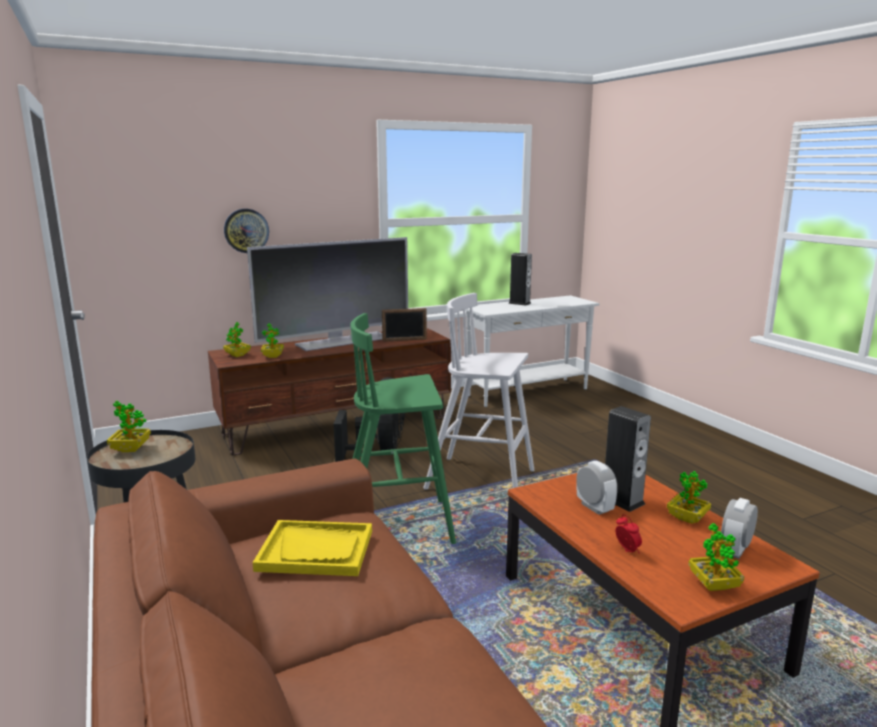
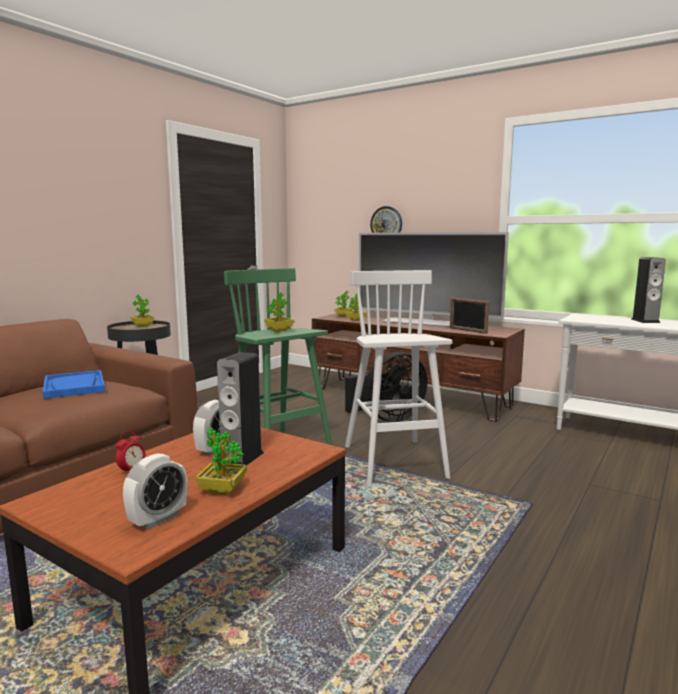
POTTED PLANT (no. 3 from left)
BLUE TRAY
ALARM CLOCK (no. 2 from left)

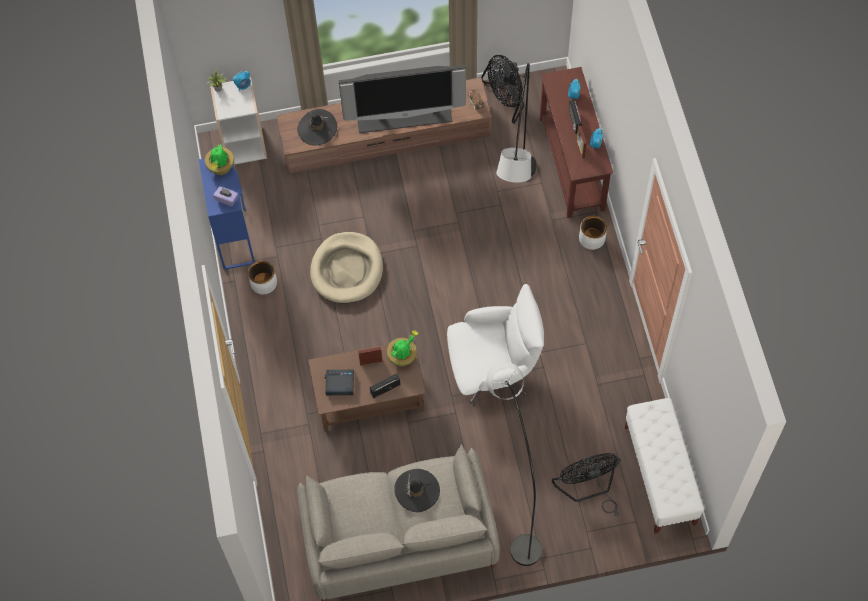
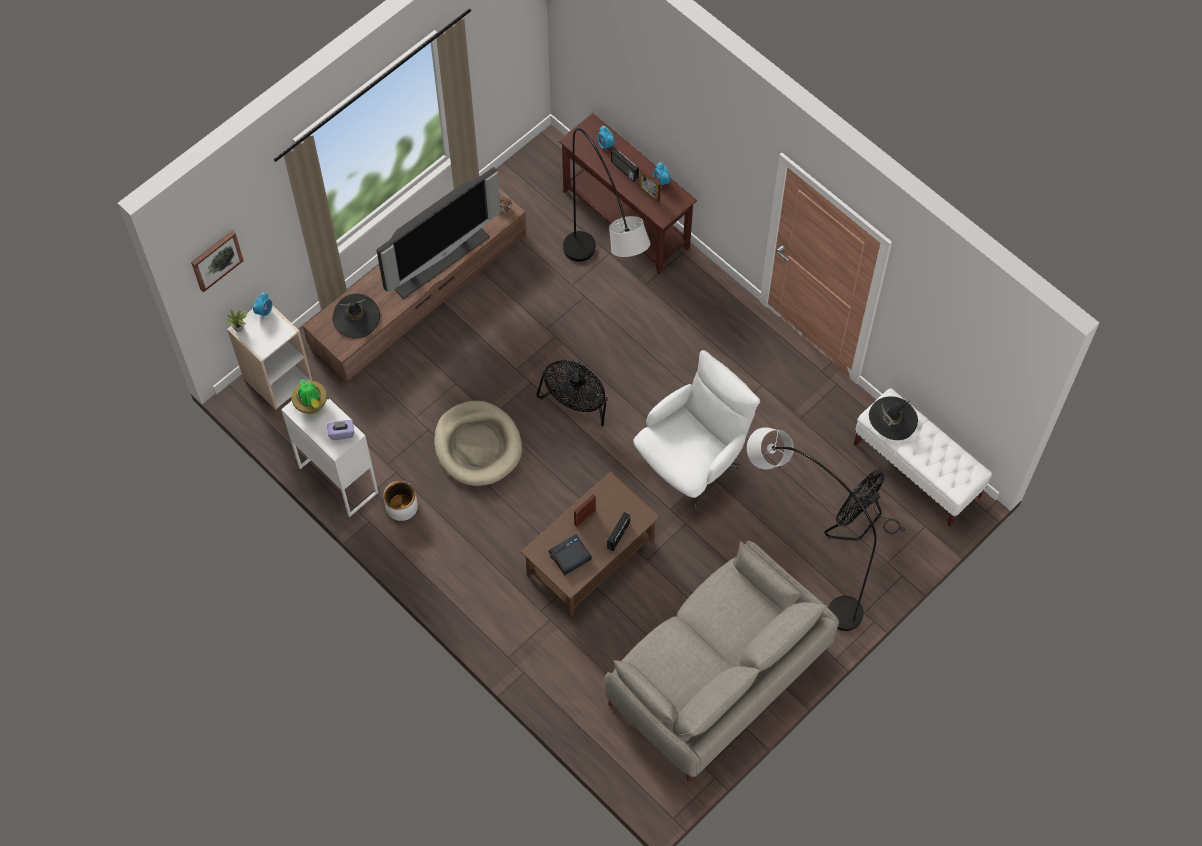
POTTED PLANT (no. 3 from left in the first image)
WHITE PLANTER (no. 2 from left in the first image)
PICTURE
BLACK HAT (no. 2 from left)
BLACK FAN (no. 1 from left)
WHITE CABINET

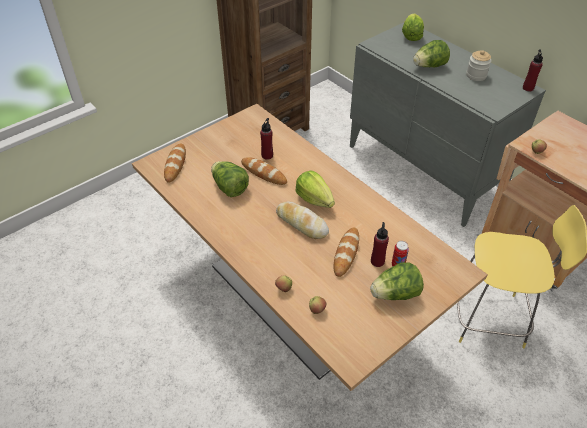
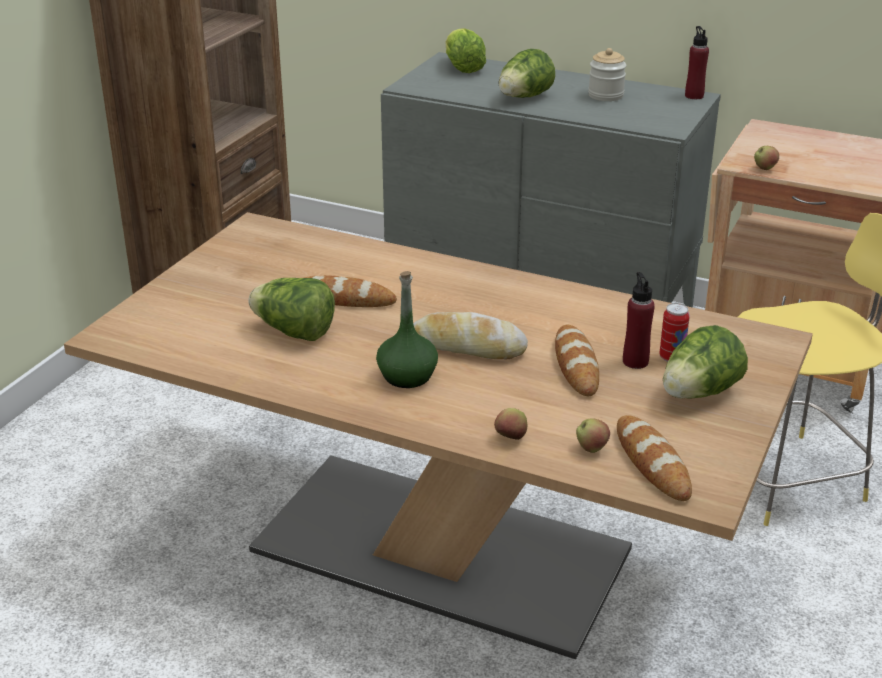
RED BOTTLE (no. 1 from left in the first image)
LETTUCE (no. 2 from left in the first image)
GREEN BOTTLE
BREAD (no. 4 from left)

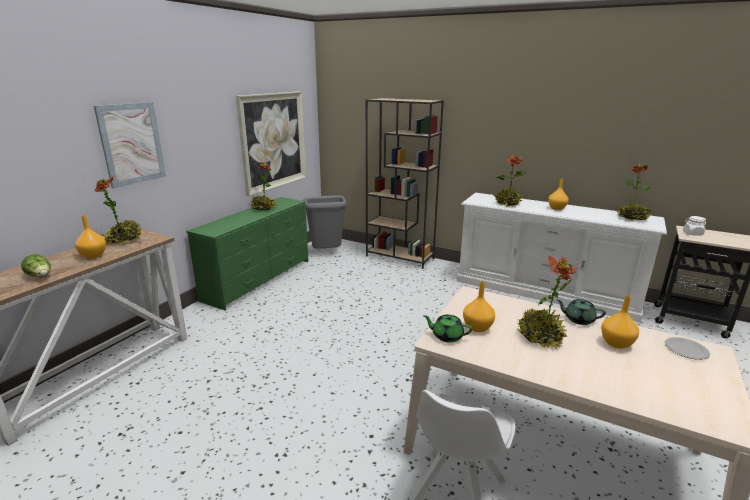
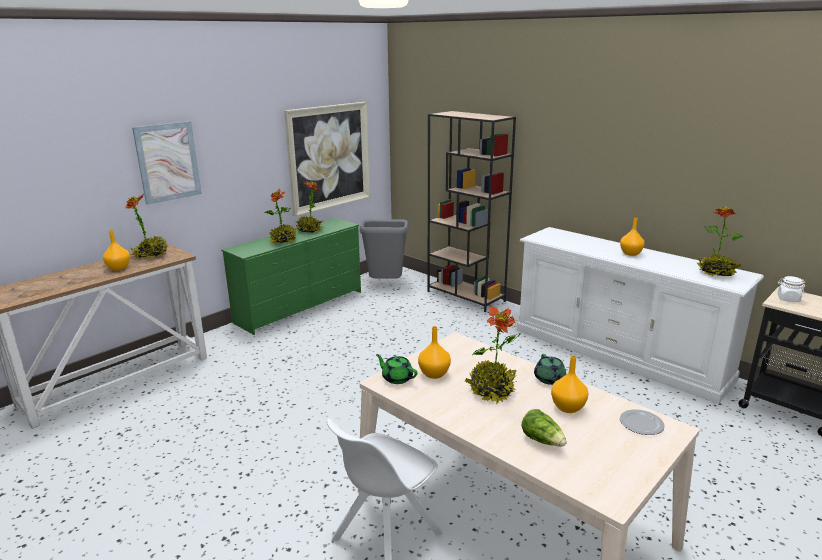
LETTUCE
POTTED PLANT (no. 2 from left)
GREEN TEAPOT (no. 2 from left)

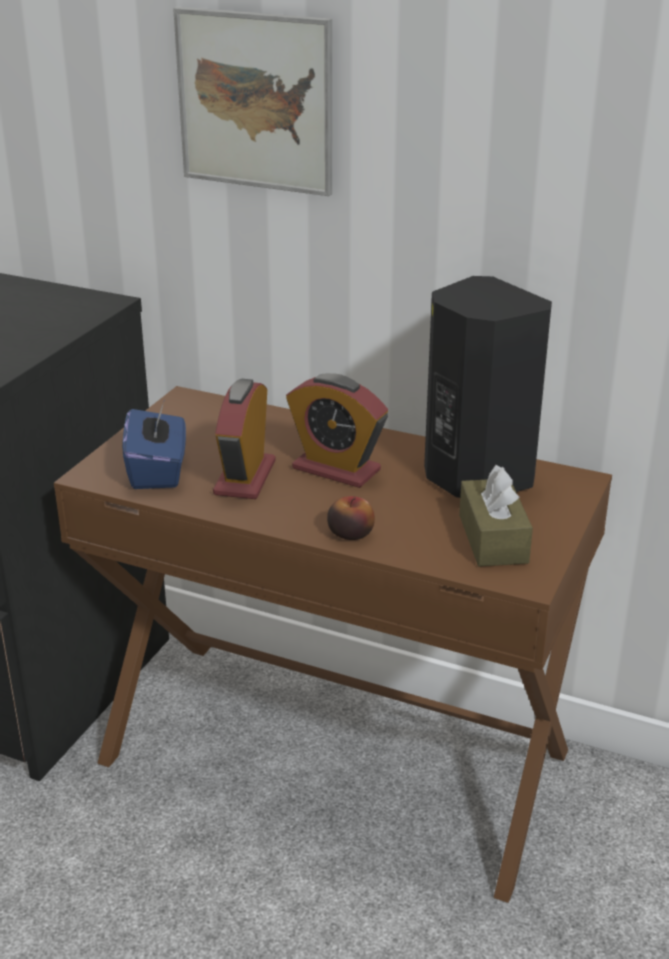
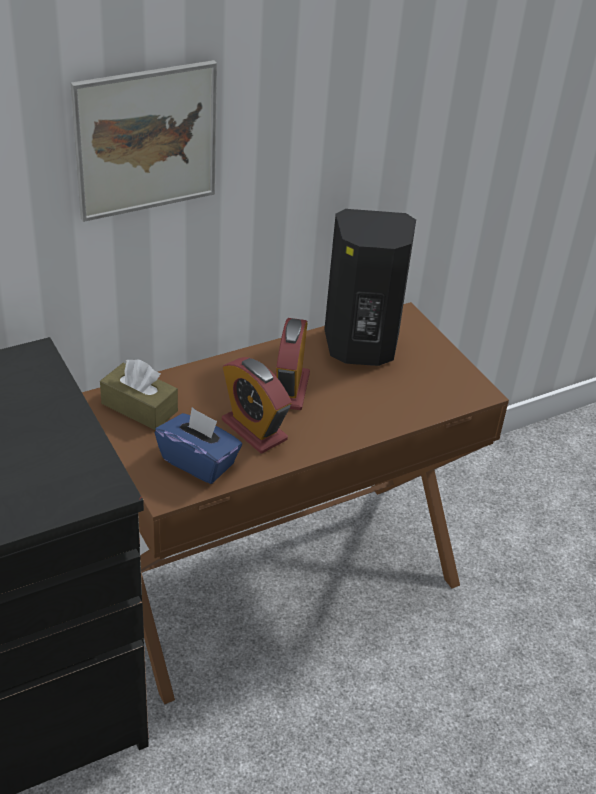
APPLE
BROWN TISSUE BOX
ALARM CLOCK (no. 2 from left)

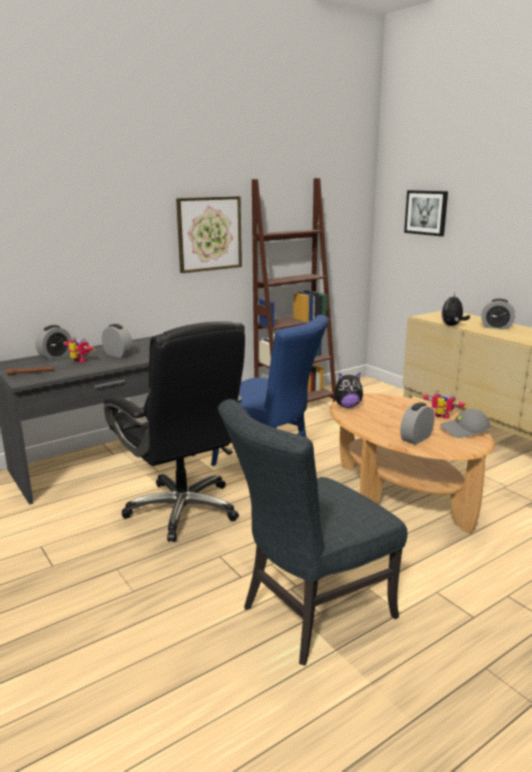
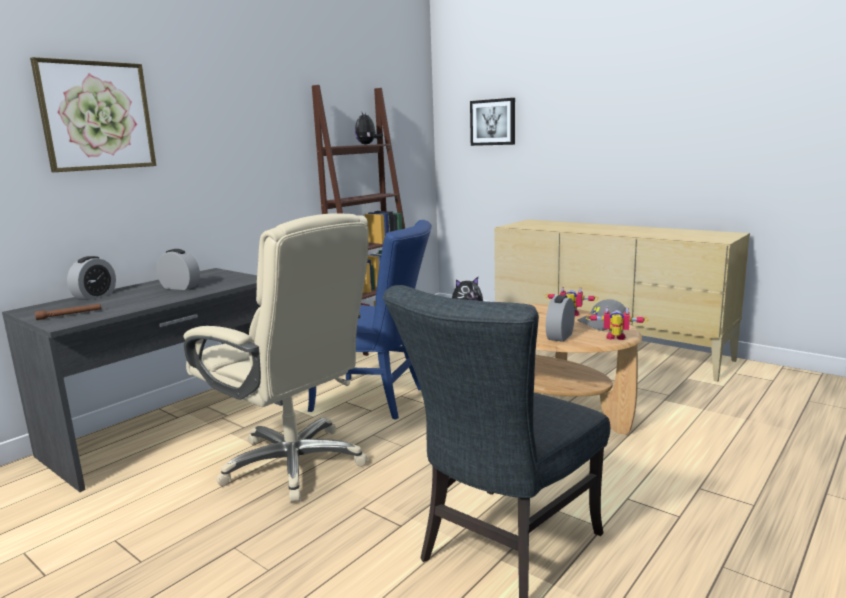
ALARM CLOCK (no. 4 from left in the first image)
TOY ROBOT (no. 2 from left)
PICTURE (no. 1 from left)
PLUSH TOY (no. 1 from left)
BEIGE OFFICE CHAIR

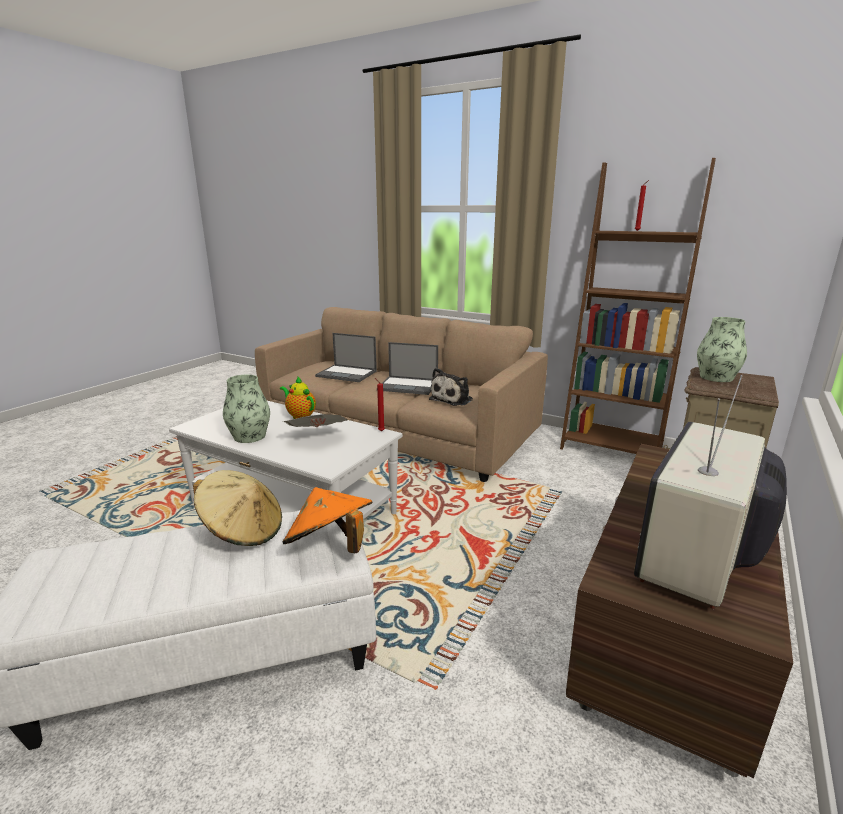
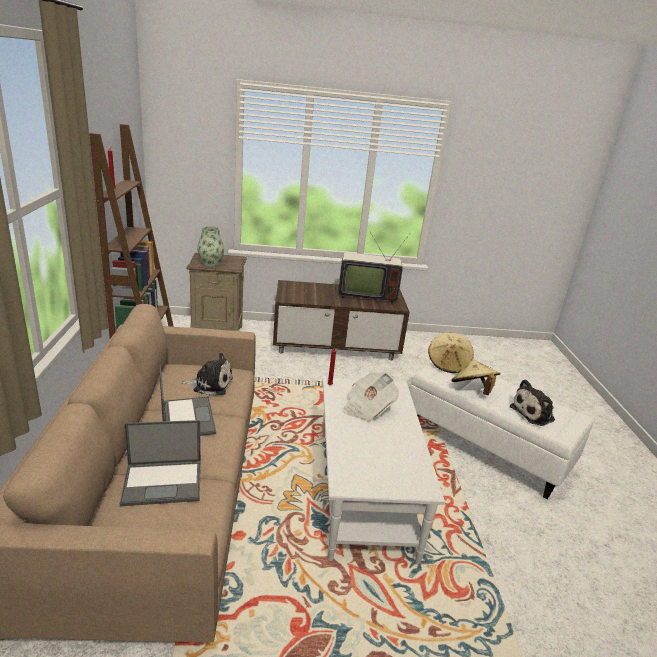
VASE (no. 1 from left in the first image)
TEAPOT
PLUSH TOY (no. 2 from left)
BEIGE HAT (no. 1 from left)
LAPTOP (no. 1 from left)

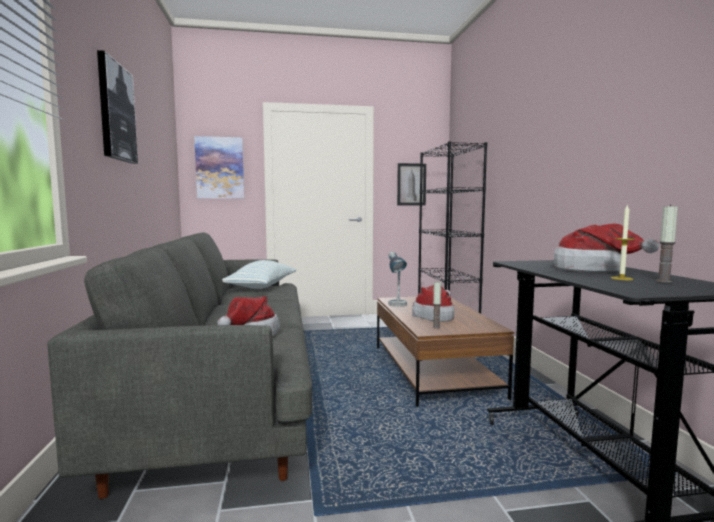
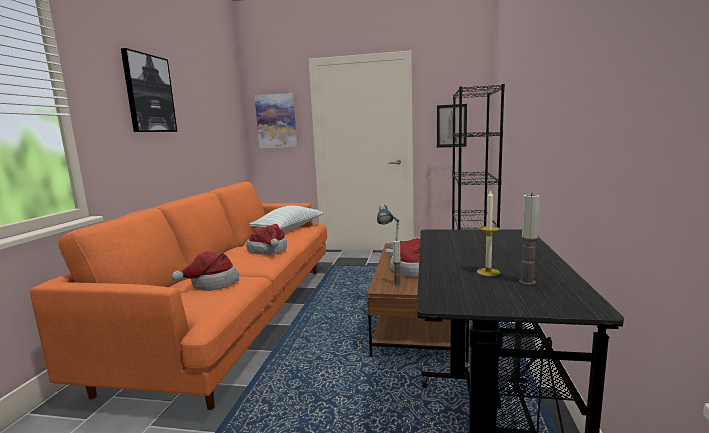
HAT (no. 2 from left)
ORANGE SOFA

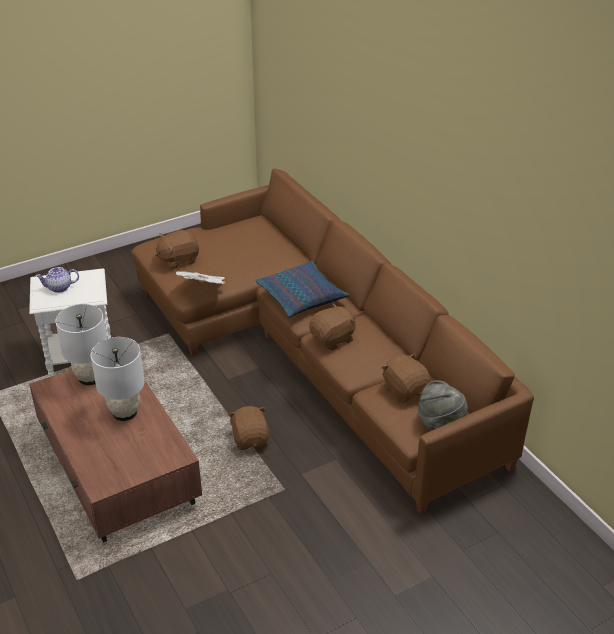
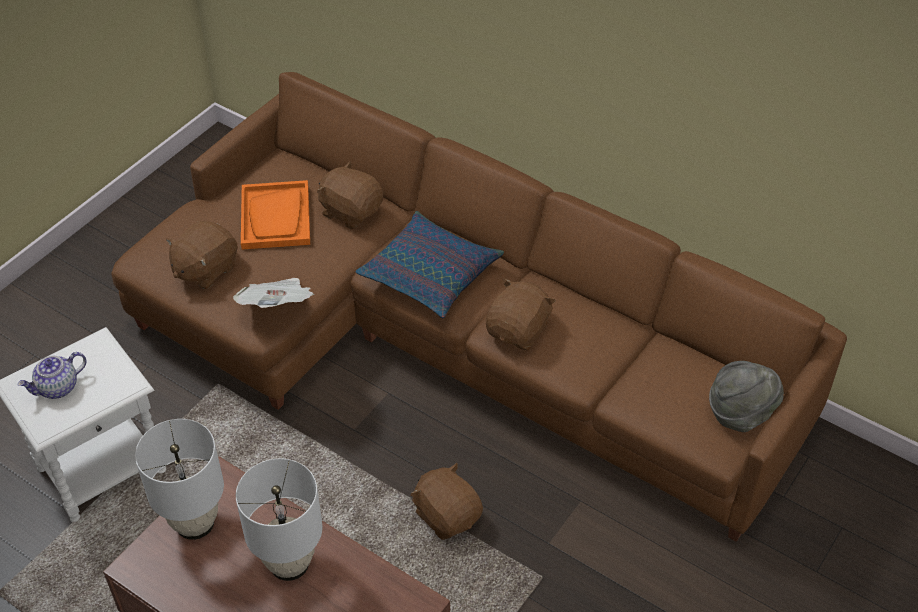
ORANGE TRAY
BROWN PLUSH TOY (no. 2 from left)

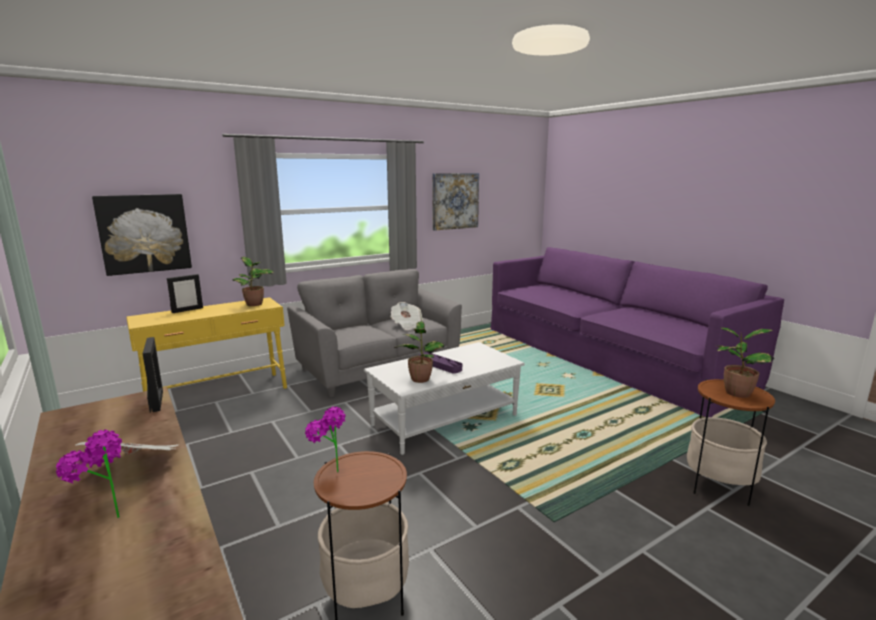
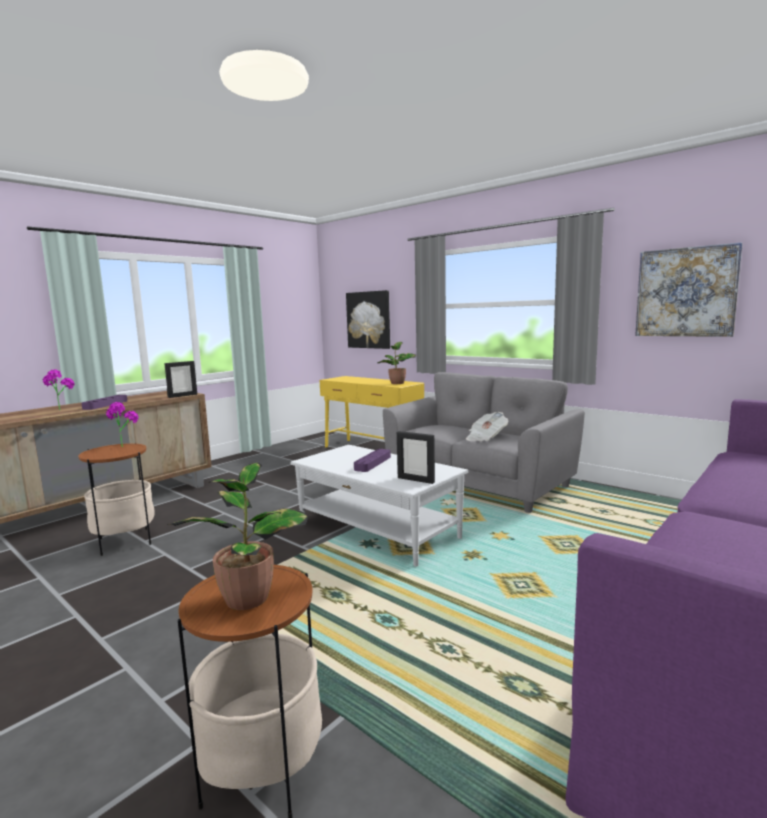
POTTED PLANT (no. 4 from left in the first image)
PICTURE FRAME (no. 2 from left)
PURPLE TRAY (no. 1 from left)

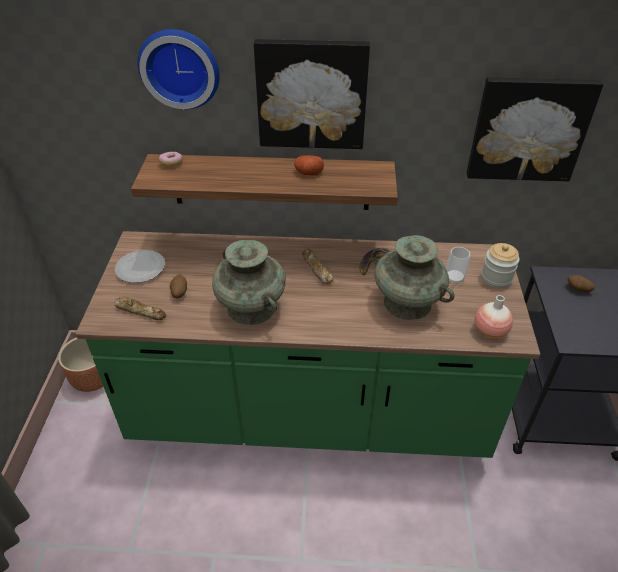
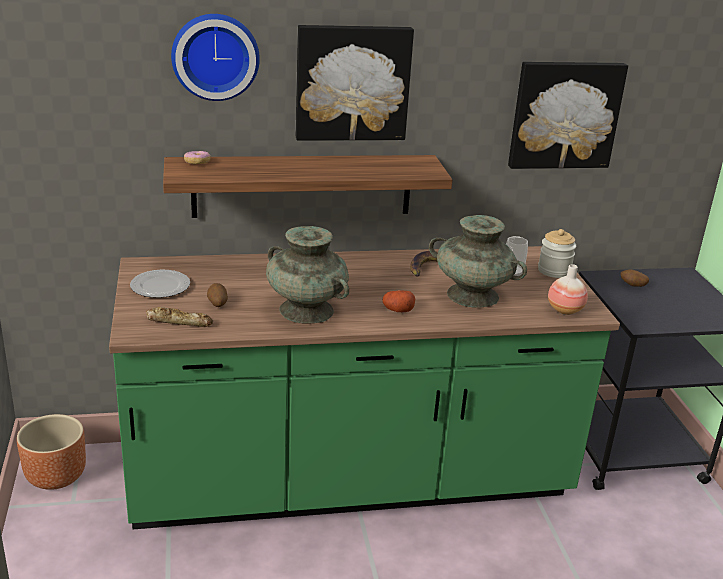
BREAD (no. 2 from left in the first image)
POTATO (no. 2 from left)

